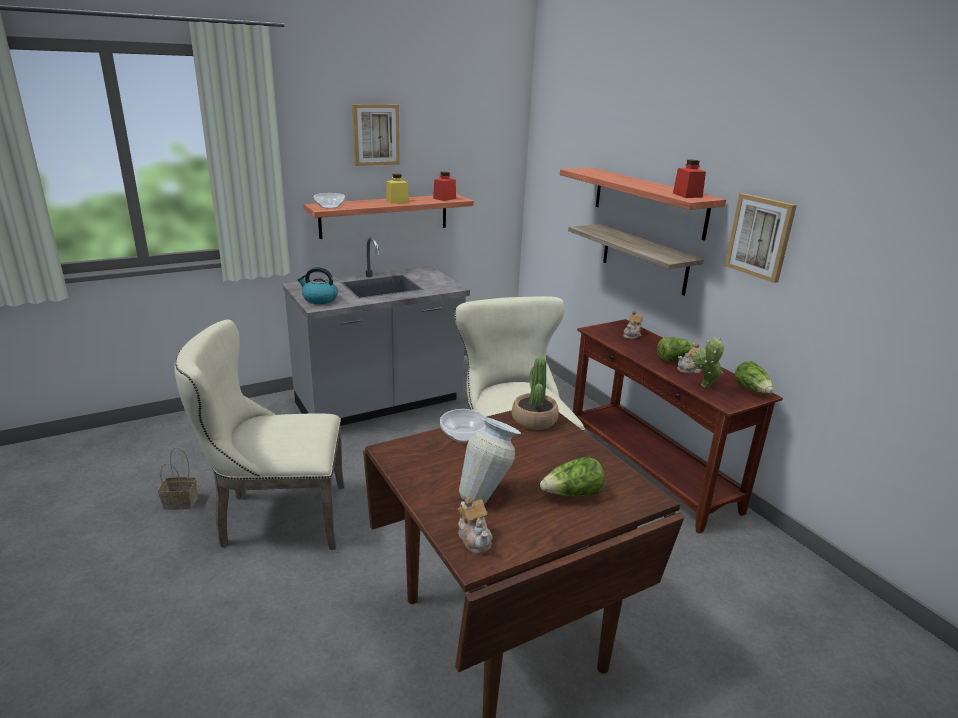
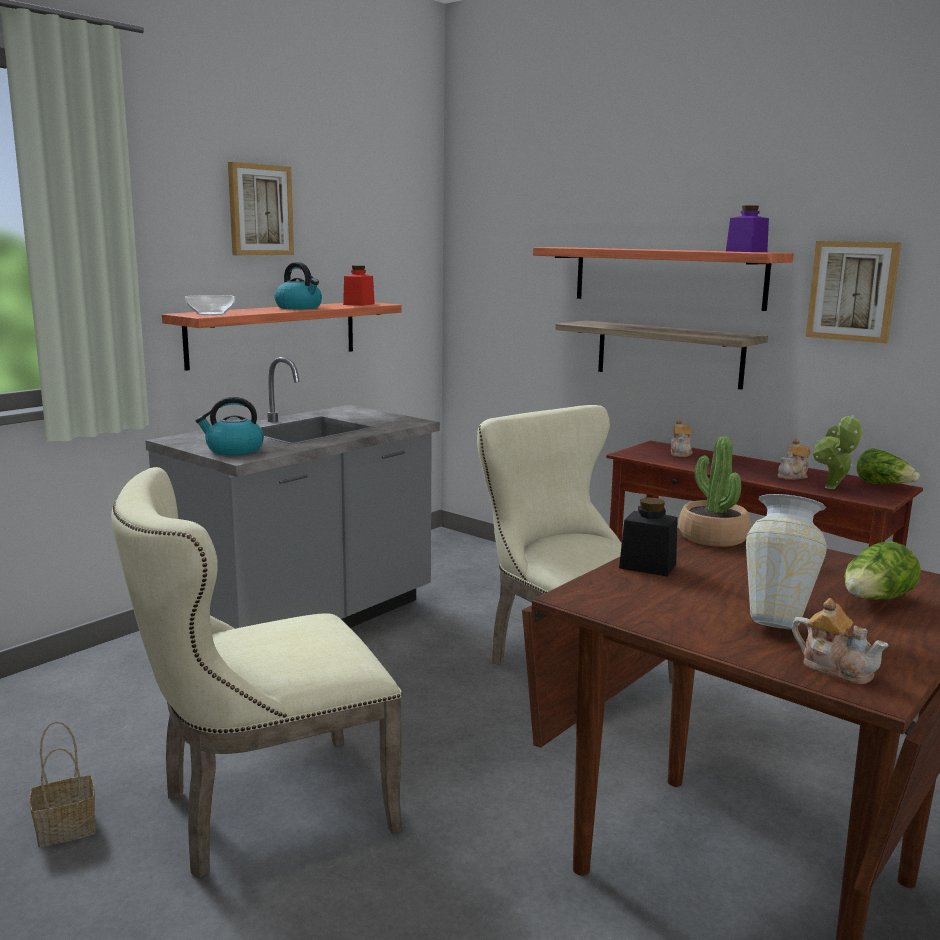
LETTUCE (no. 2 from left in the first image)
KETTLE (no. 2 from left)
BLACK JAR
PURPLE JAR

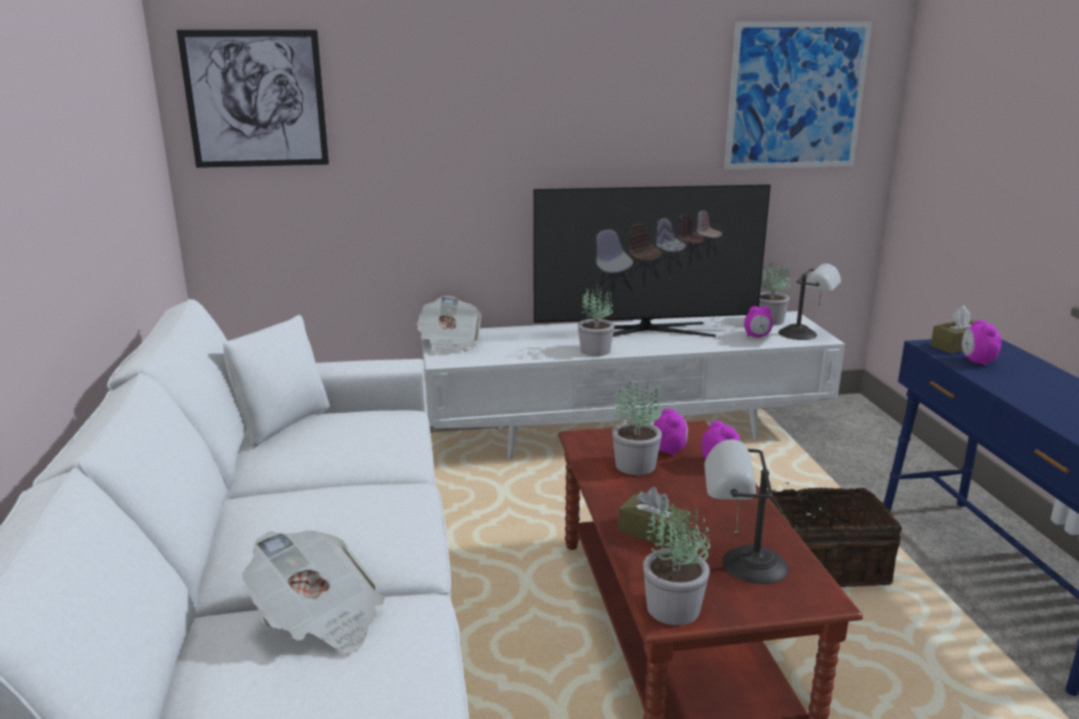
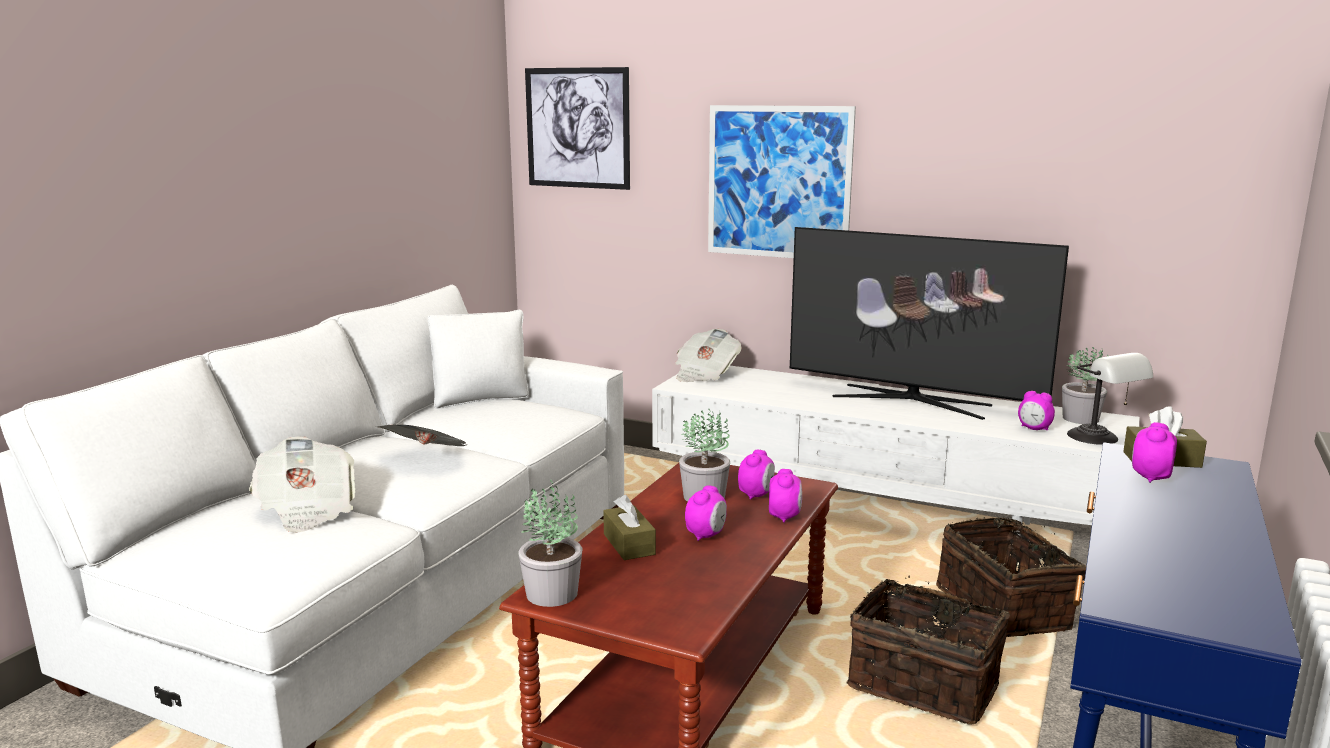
POTTED PLANT (no. 1 from left in the first image)
TABLE LAMP (no. 1 from left in the first image)
NEWSPAPER (no. 2 from left)
ALARM CLOCK (no. 1 from left)
BASKET (no. 2 from left)
PICTURE (no. 2 from left)

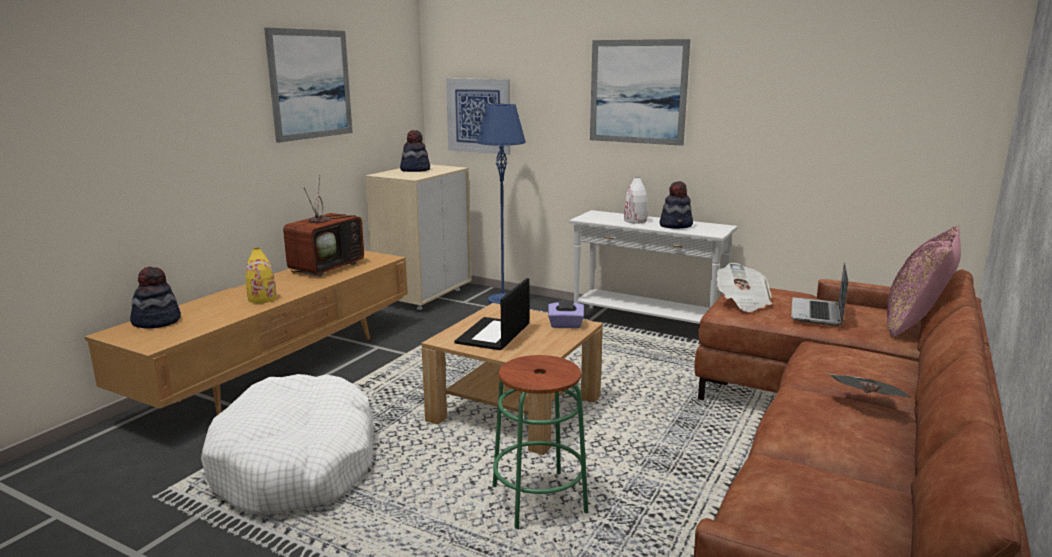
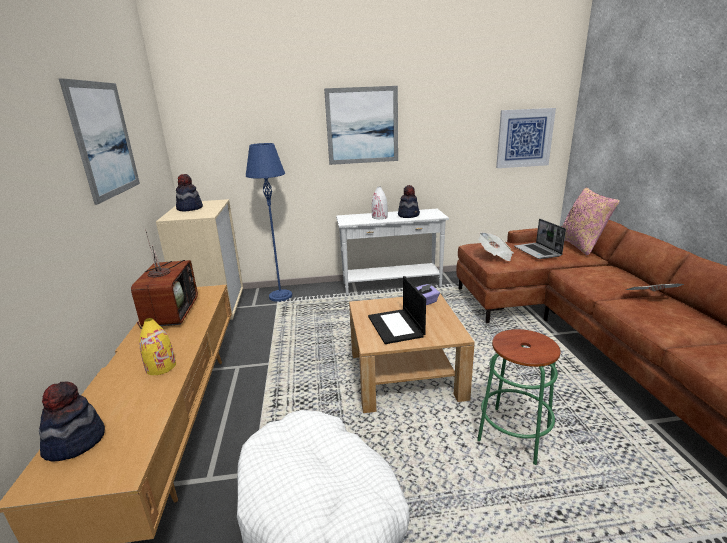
PICTURE (no. 3 from left)

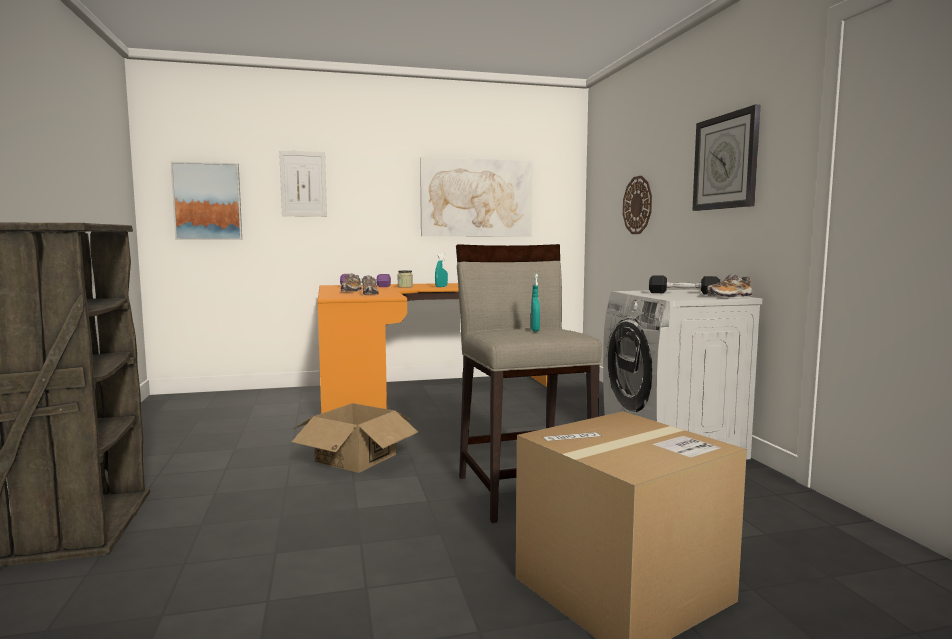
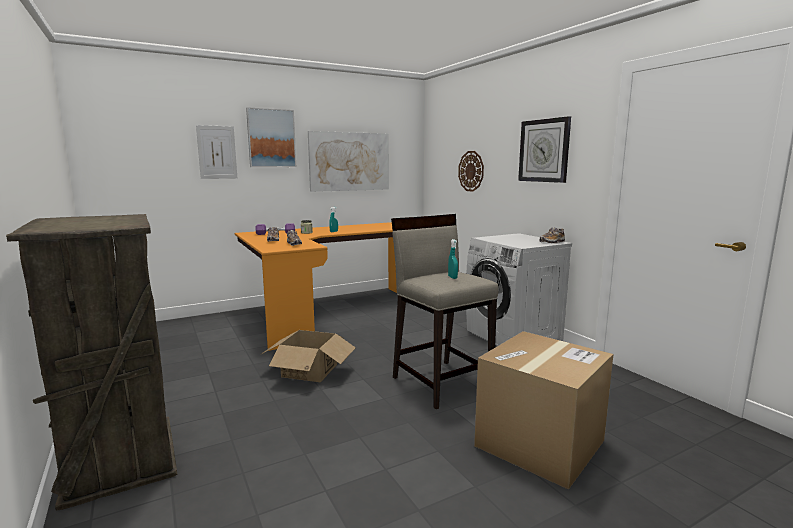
BLACK DUMBBELL
PICTURE (no. 2 from left)

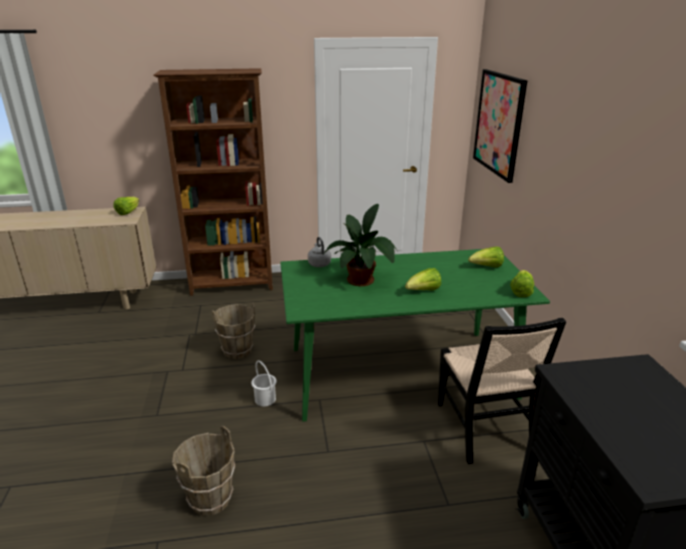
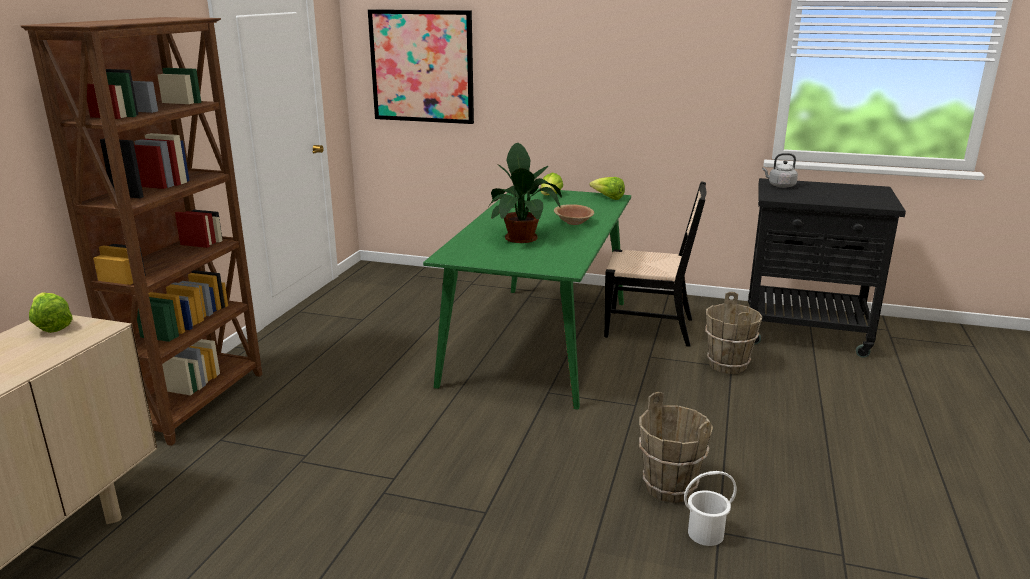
BROWN BUCKET (no. 2 from left)
WHITE BUCKET
GREY KETTLE
BROWN BOWL

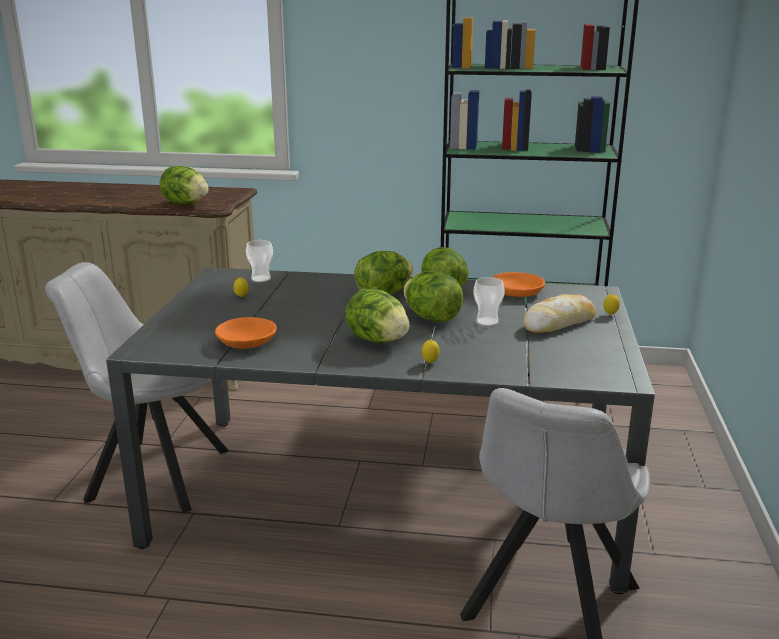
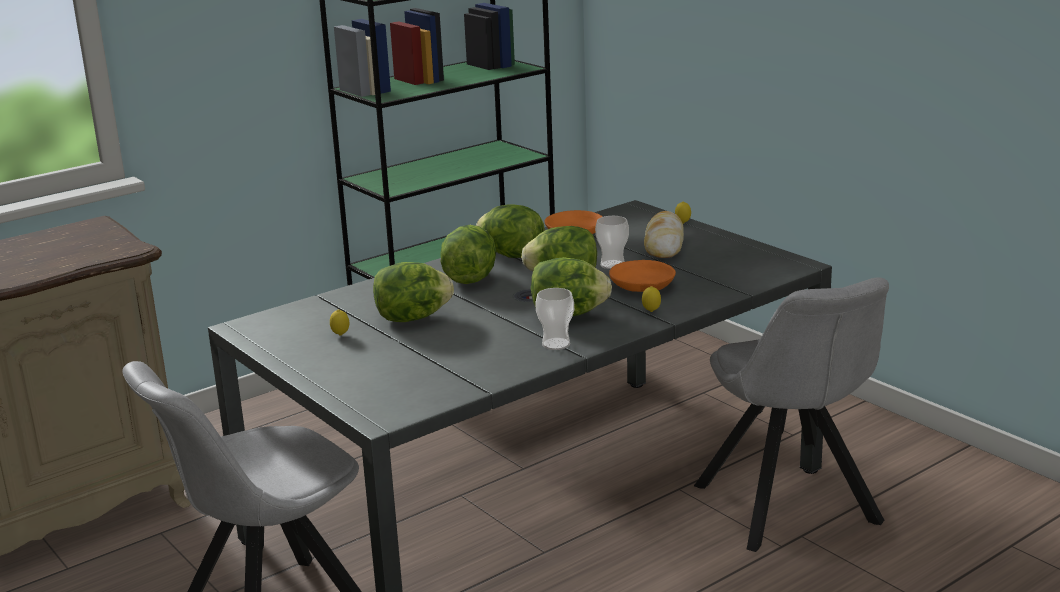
LETTUCE (no. 1 from left)
ORANGE BOWL (no. 2 from left)
CUP (no. 1 from left)

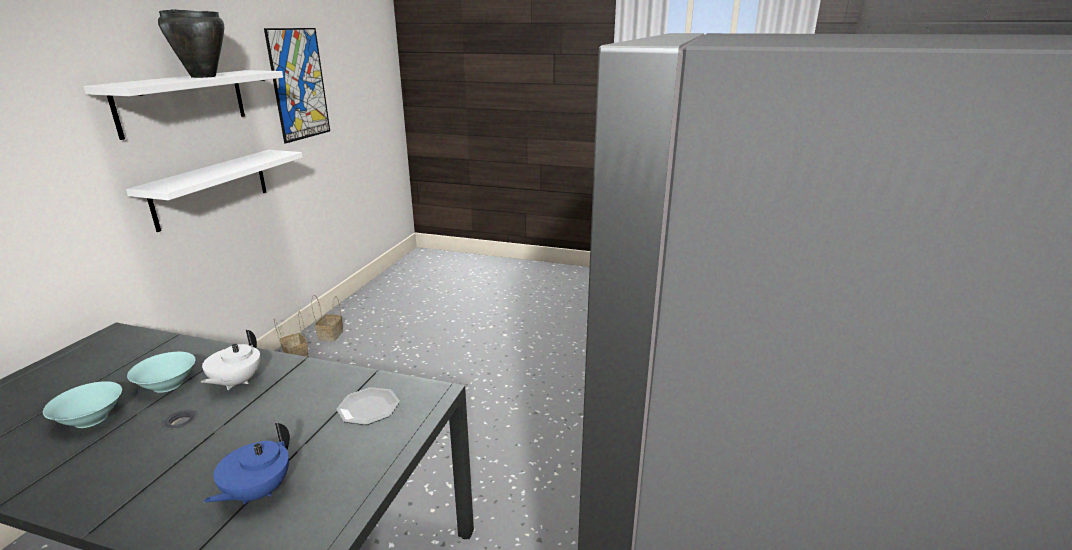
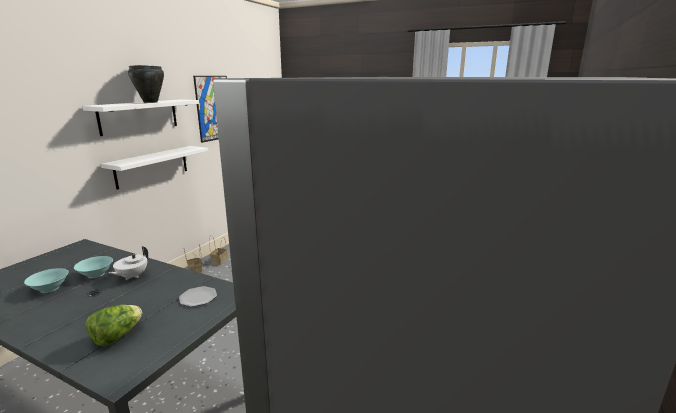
LETTUCE

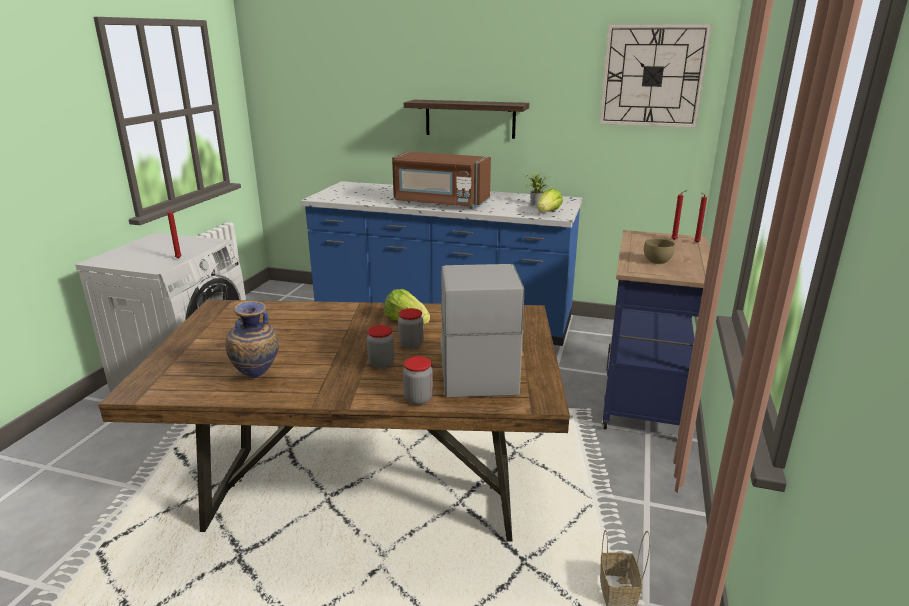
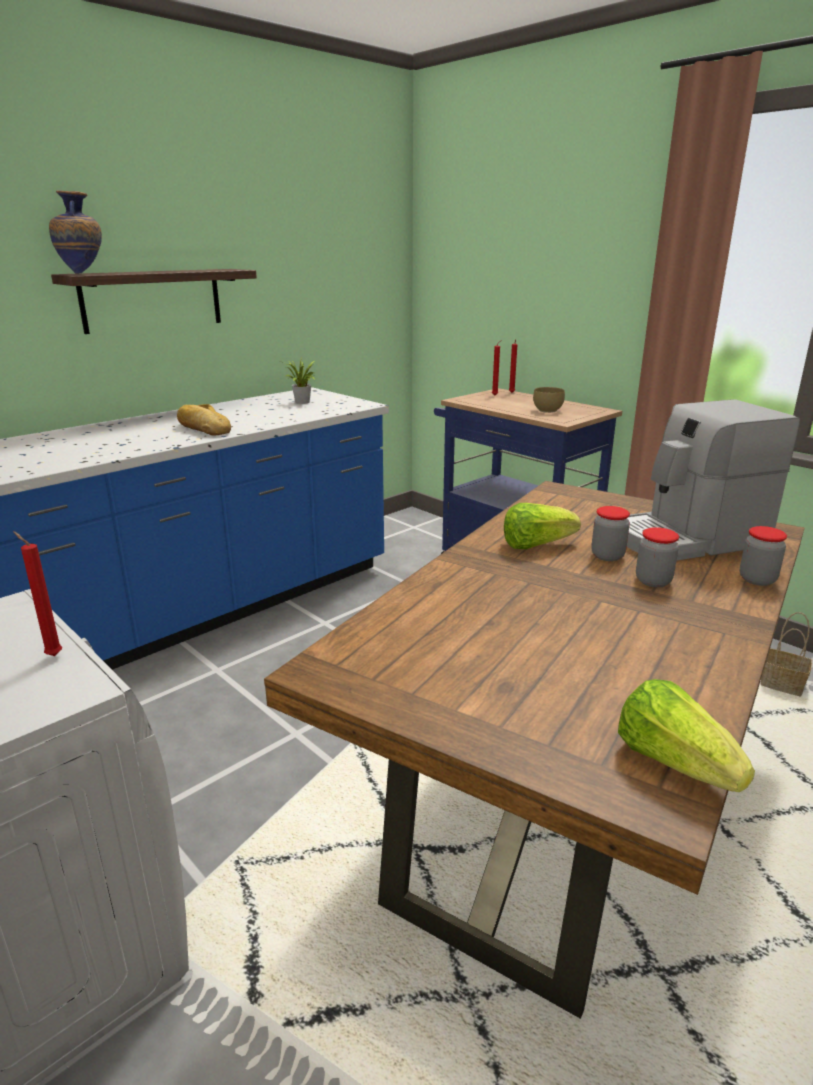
WALL CLOCK
VASE
LETTUCE (no. 2 from left)
BREAD
COFFEE MACHINE

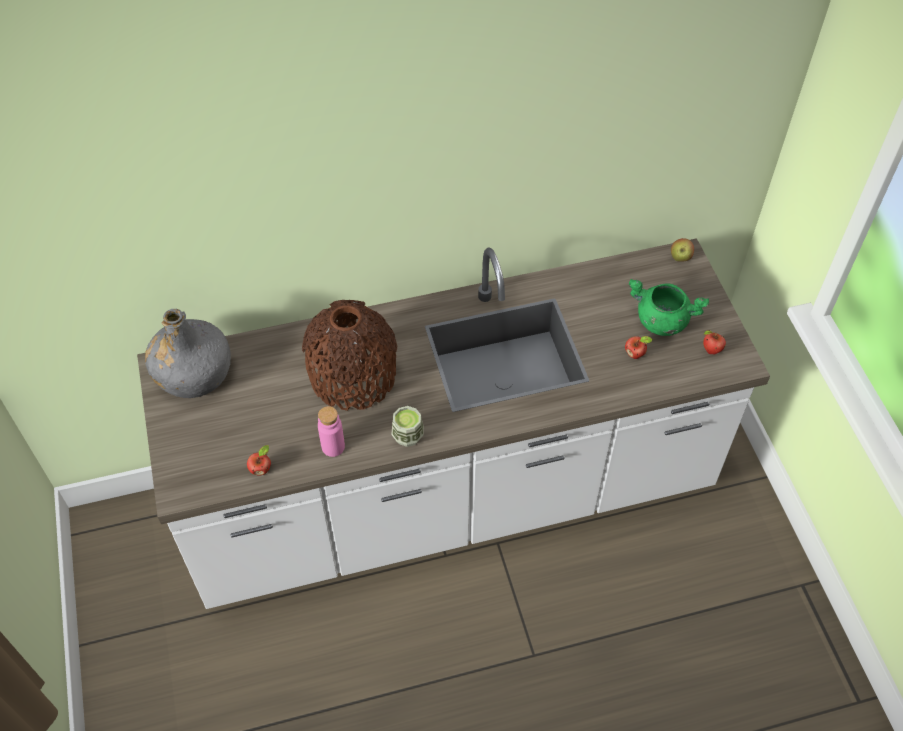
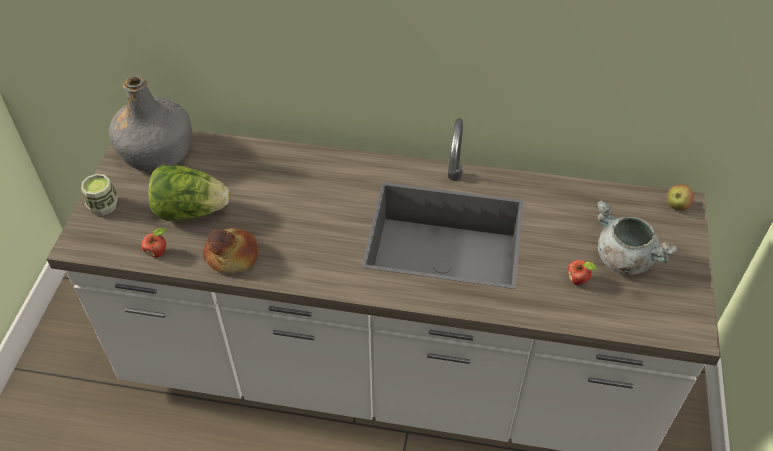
BROWN VASE
APPLE (no. 4 from left in the first image)
LETTUCE
CUP
BREAD
GREY COOKING POT

